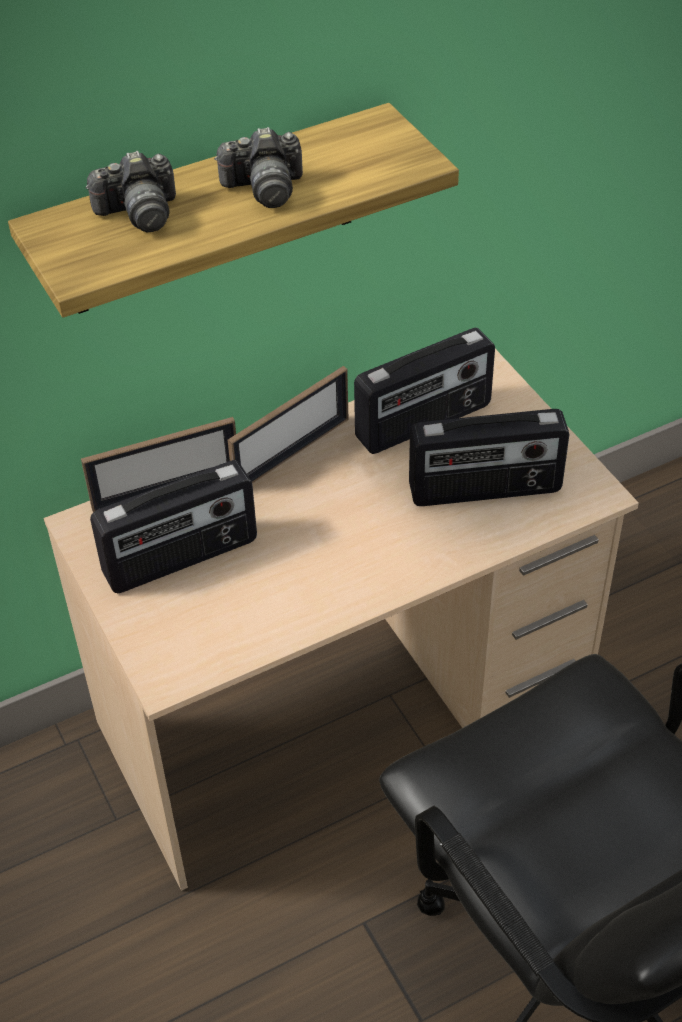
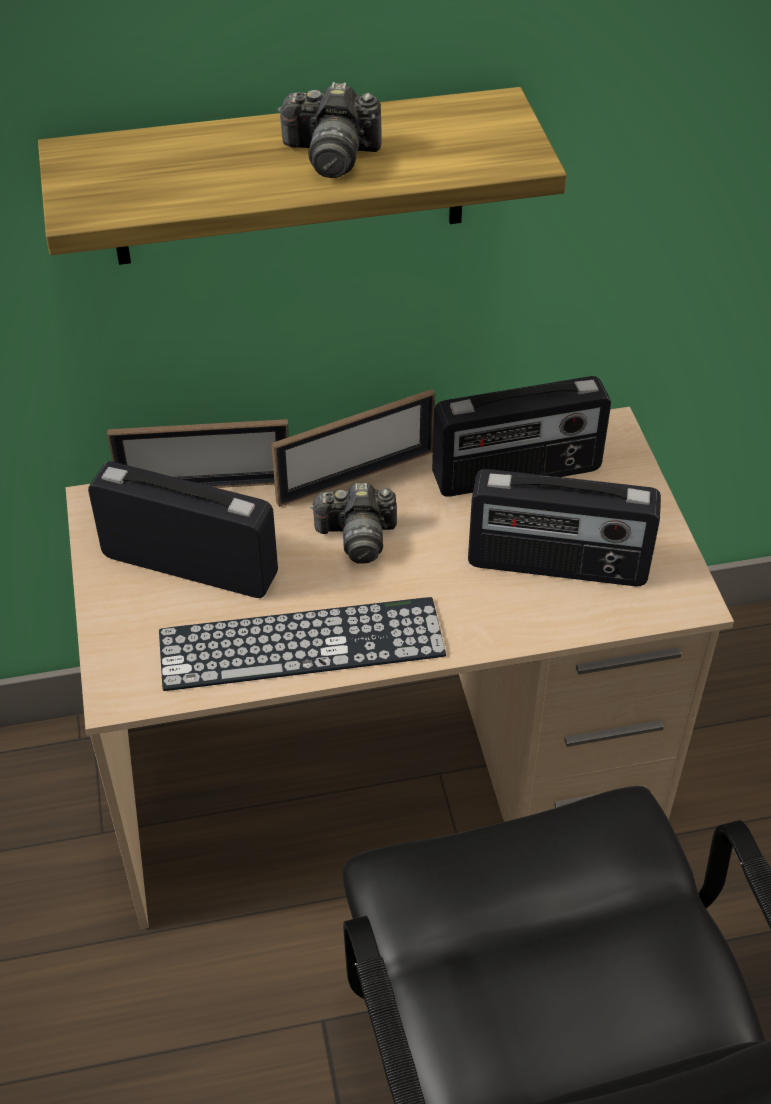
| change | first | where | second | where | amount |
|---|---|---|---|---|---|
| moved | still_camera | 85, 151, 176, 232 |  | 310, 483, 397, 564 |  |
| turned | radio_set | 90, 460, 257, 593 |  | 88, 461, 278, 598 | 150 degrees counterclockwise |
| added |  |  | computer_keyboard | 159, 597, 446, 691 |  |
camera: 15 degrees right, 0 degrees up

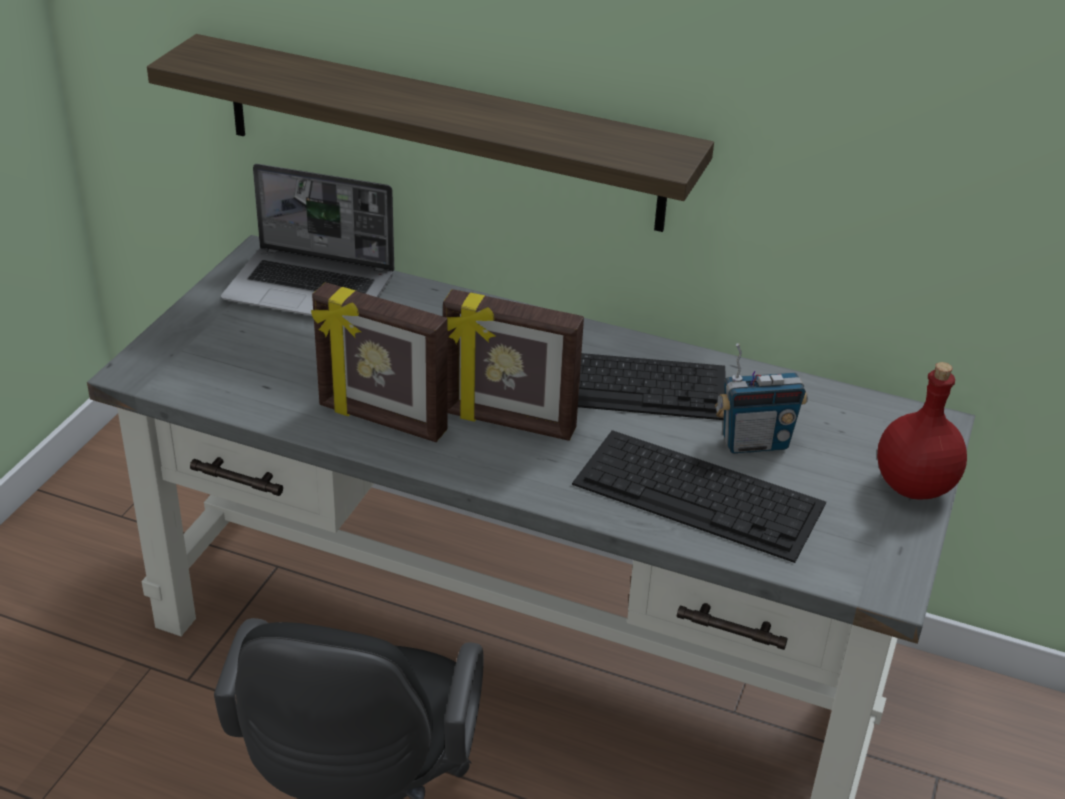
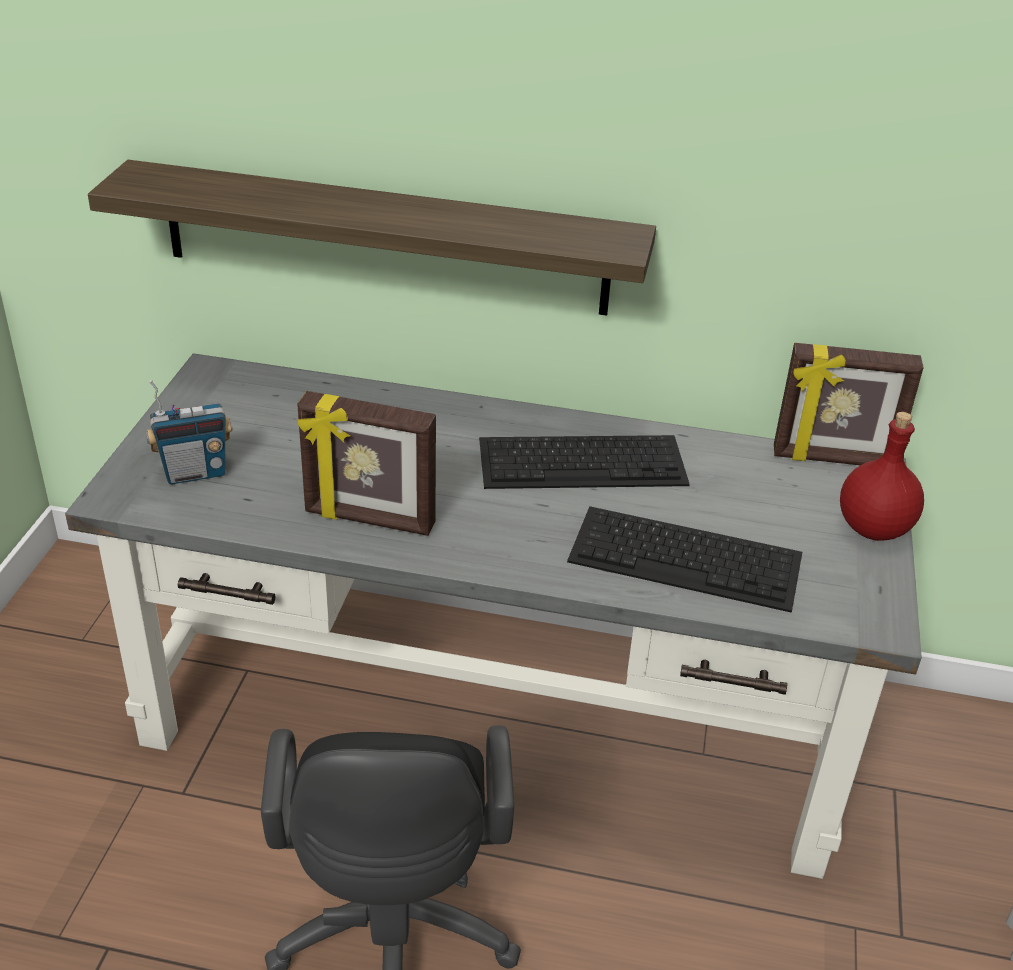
| change | first | where | second | where | amount |
|---|---|---|---|---|---|
| removed | notebook_computer | 221, 164, 394, 316 |  |  |  |
| moved | standing_frame | 443, 289, 584, 441 |  | 774, 343, 924, 465 |  |
| moved | radio_set | 715, 343, 808, 454 |  | 146, 380, 233, 484 |  |
camera: 10 degrees left, 0 degrees up

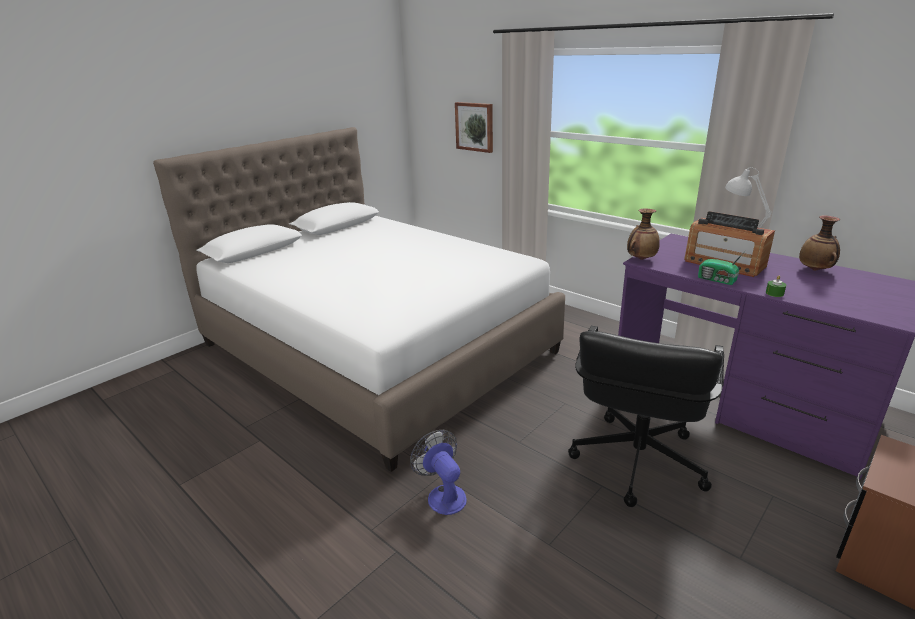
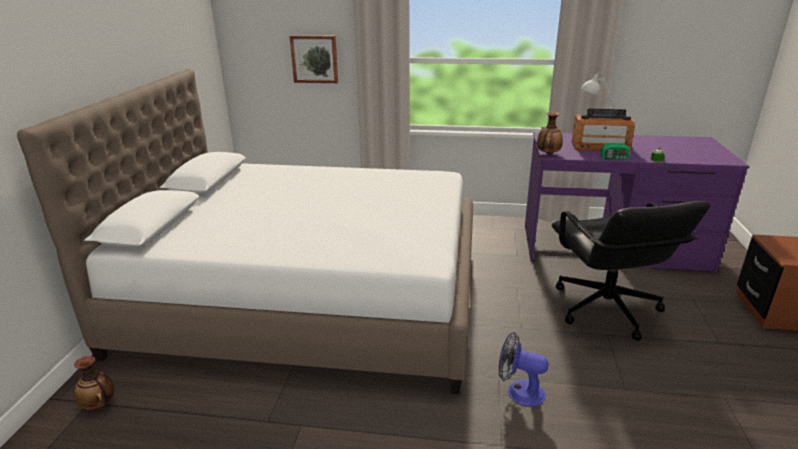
| change | first | where | second | where | amount |
|---|---|---|---|---|---|
| moved | flower_vase | 799, 215, 840, 271 |  | 74, 356, 115, 410 |  |
camera: 35 degrees left, 0 degrees up

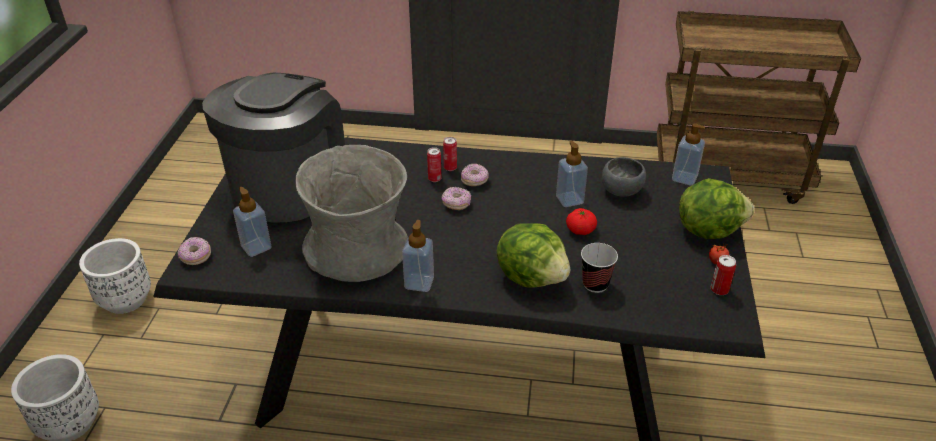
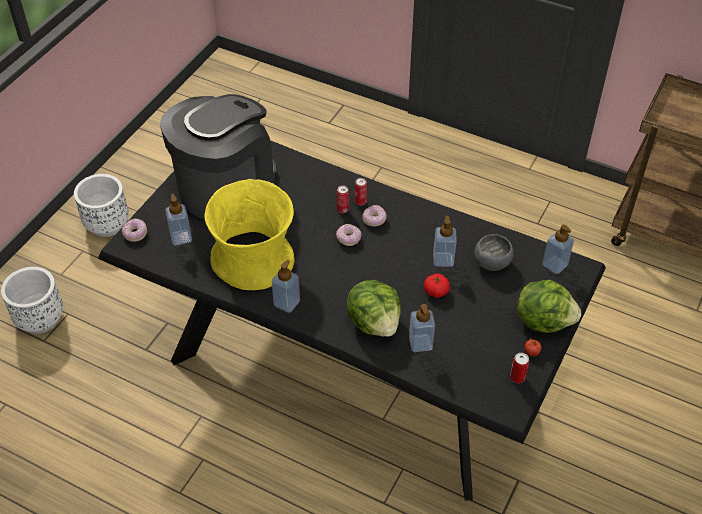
| change | first | where | second | where | amount |
|---|---|---|---|---|---|
| recoloured | gray_flower_vase | 295, 145, 408, 282 | yellowish_flower_vase | 204, 179, 295, 290 |  |
| replaced | drinking_cup | 581, 243, 618, 293 | soap_dispenser | 409, 304, 435, 352 |  |
camera: 20 degrees right, 10 degrees up

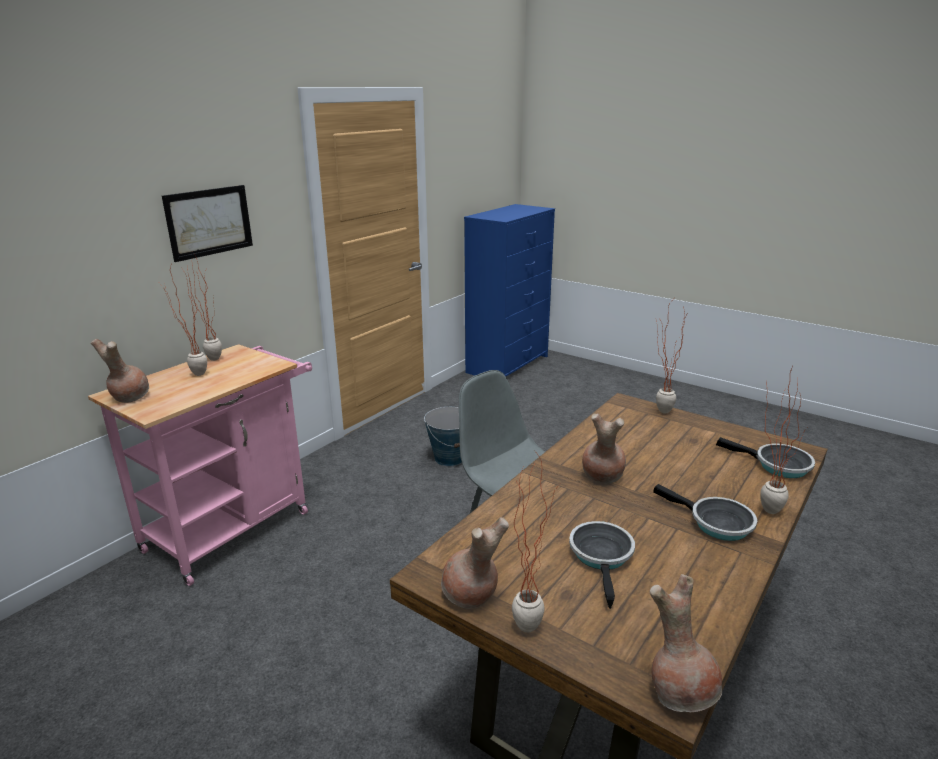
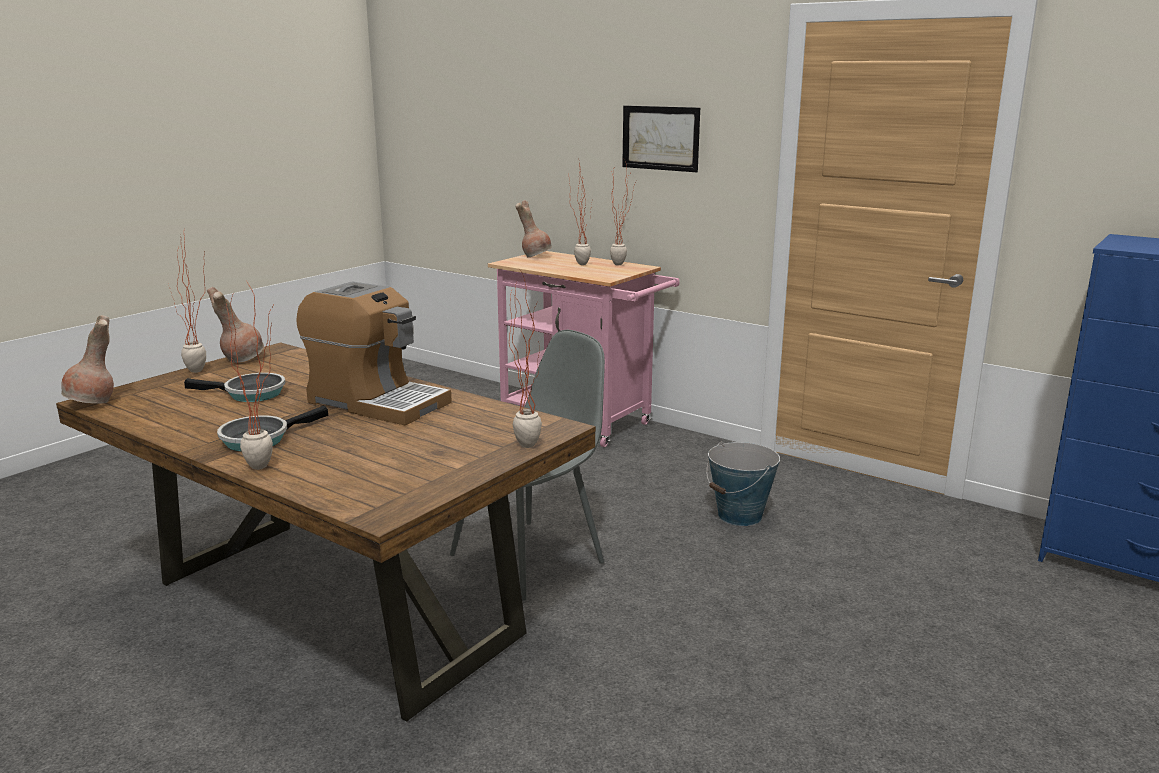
| change | first | where | second | where | amount |
|---|---|---|---|---|---|
| replaced | brown_flower_vase | 582, 413, 626, 484 | coffee_machine | 296, 281, 452, 425 |  |
| removed | pan | 716, 437, 815, 478 |  |  |  |
camera: 90 degrees right, 5 degrees down

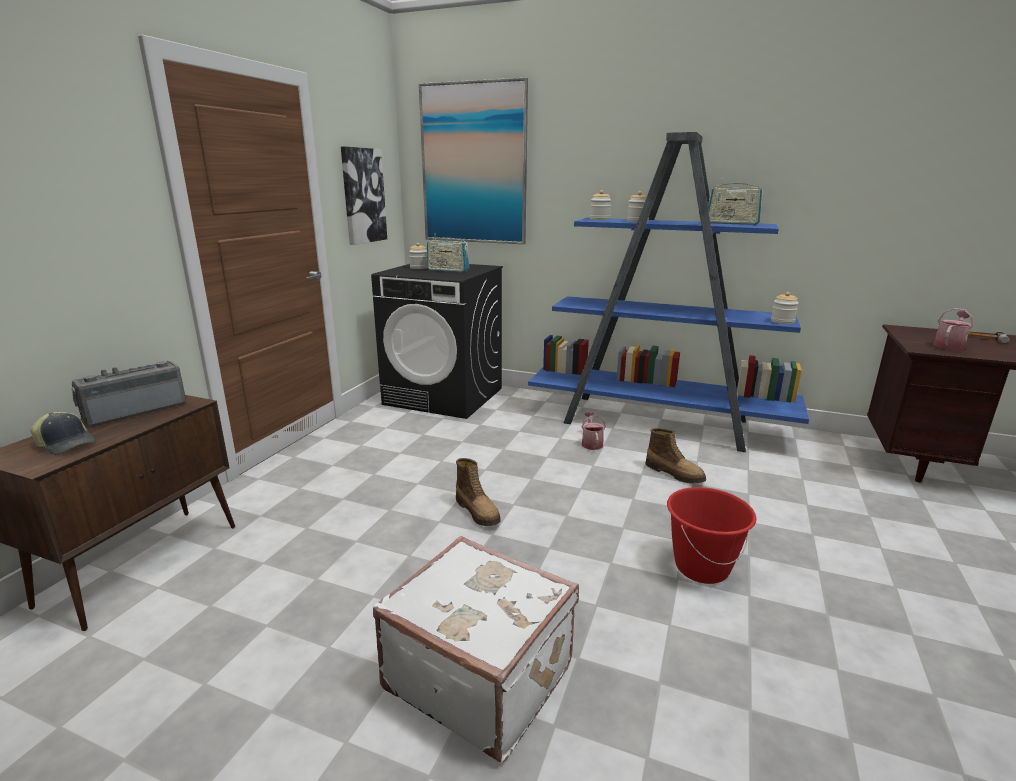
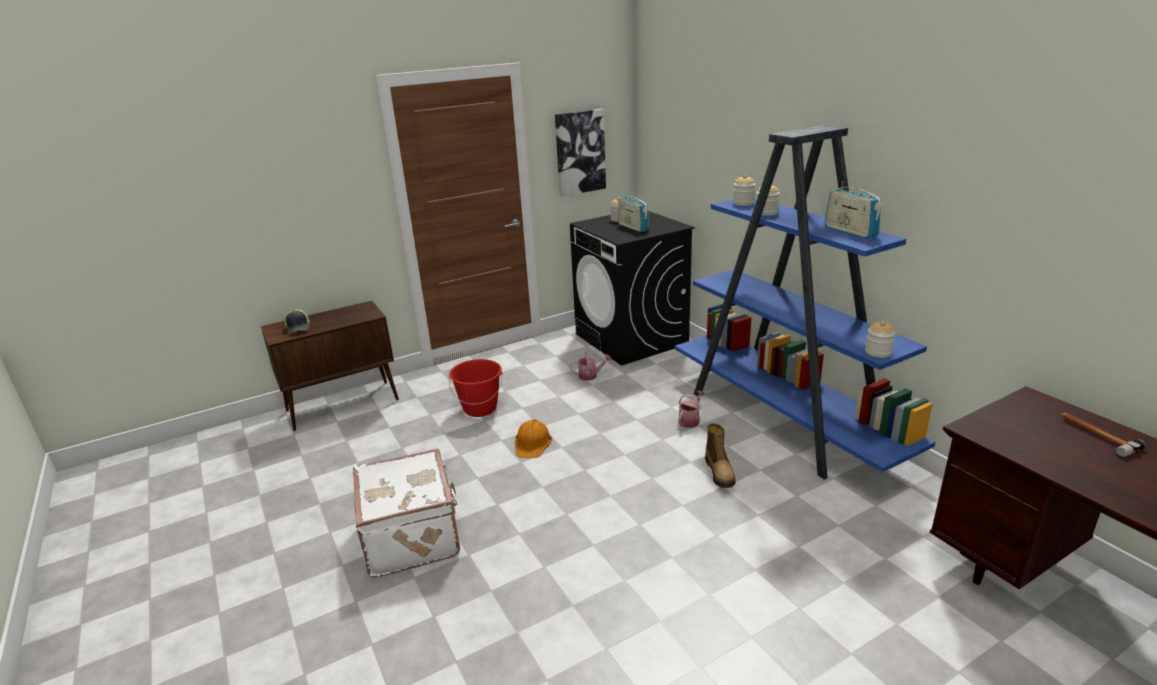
| change | first | where | second | where | amount |
|---|---|---|---|---|---|
| removed | radio_set | 72, 361, 186, 427 |  |  |  |
| removed | picture | 419, 77, 528, 244 |  |  |  |
| replaced | tall_boot | 456, 458, 501, 526 | orangey_hard_hat | 515, 419, 552, 458 |  |
| moved | red-coloured_water_bucket | 667, 487, 757, 584 |  | 449, 359, 503, 417 |  |
| moved | sprinkling_can | 933, 308, 974, 350 |  | 569, 351, 612, 381 |  |
camera: 40 degrees right, 5 degrees up

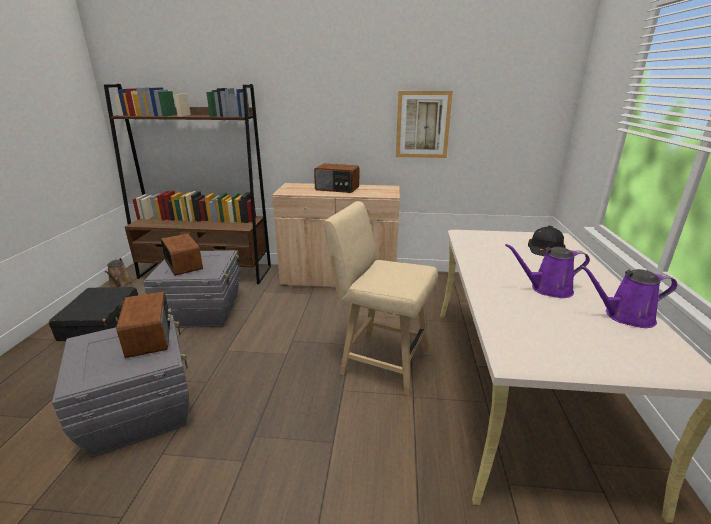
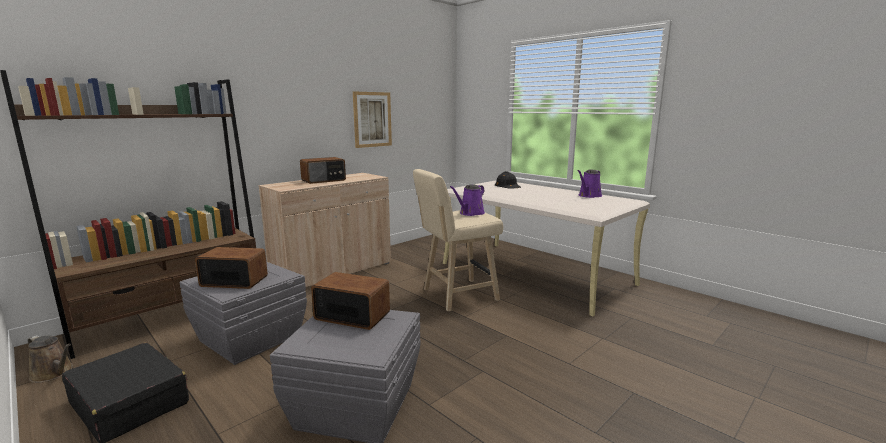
| change | first | where | second | where | amount |
|---|---|---|---|---|---|
| moved | purple-coloured_sprinkling_can | 505, 244, 590, 298 |  | 450, 184, 485, 216 |  |
camera: 50 degrees left, 10 degrees down

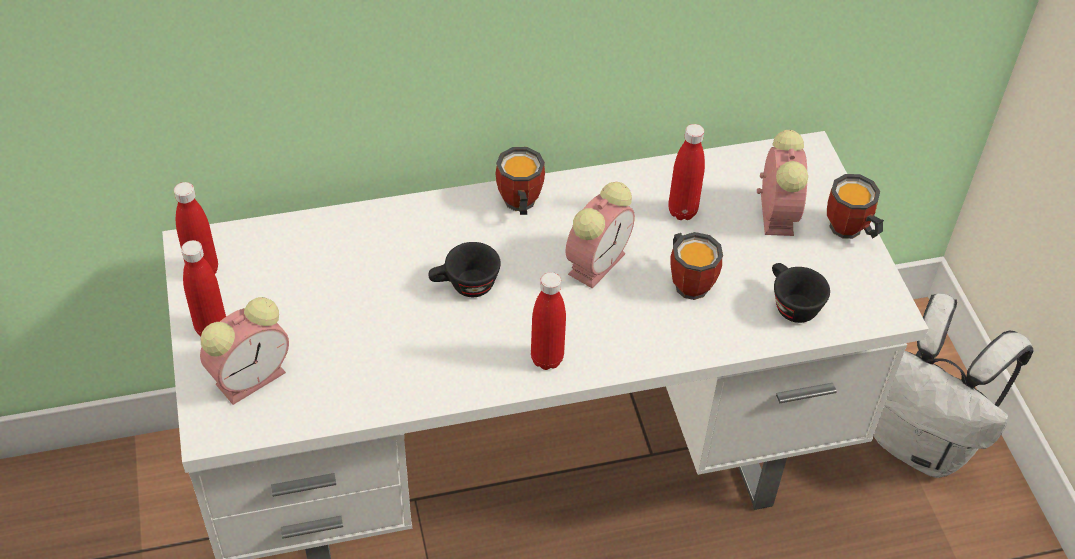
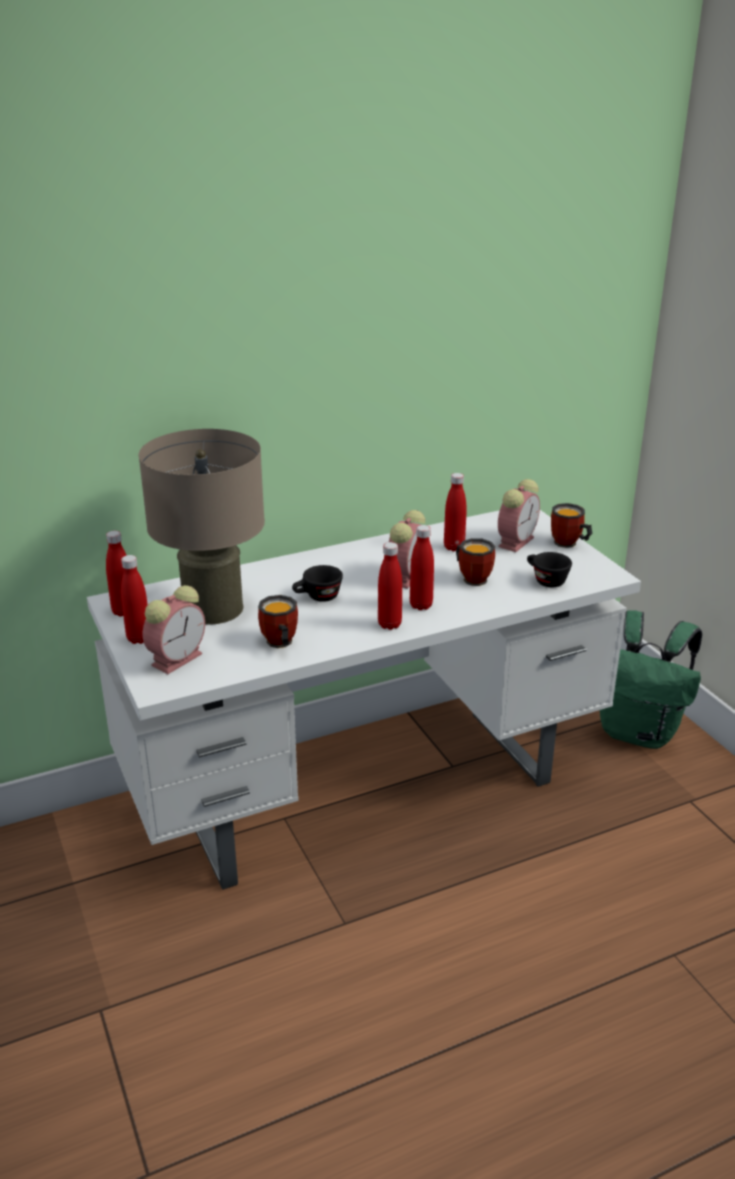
| change | first | where | second | where | amount |
|---|---|---|---|---|---|
| moved | tea_mug | 495, 147, 545, 215 |  | 258, 595, 298, 648 |  |
| turned | table_clock | 757, 130, 808, 236 |  | 498, 479, 540, 552 | 45 degrees clockwise |
| recoloured | white_rucksack | 874, 293, 1033, 478 | green-coloured_rucksack | 600, 610, 702, 749 |  |
| added |  |  | beige_table_lamp | 139, 429, 265, 624 |  |
| added |  |  | red-coloured_beverage_bottle | 410, 525, 434, 610 |  |
camera: 10 degrees left, 20 degrees down

